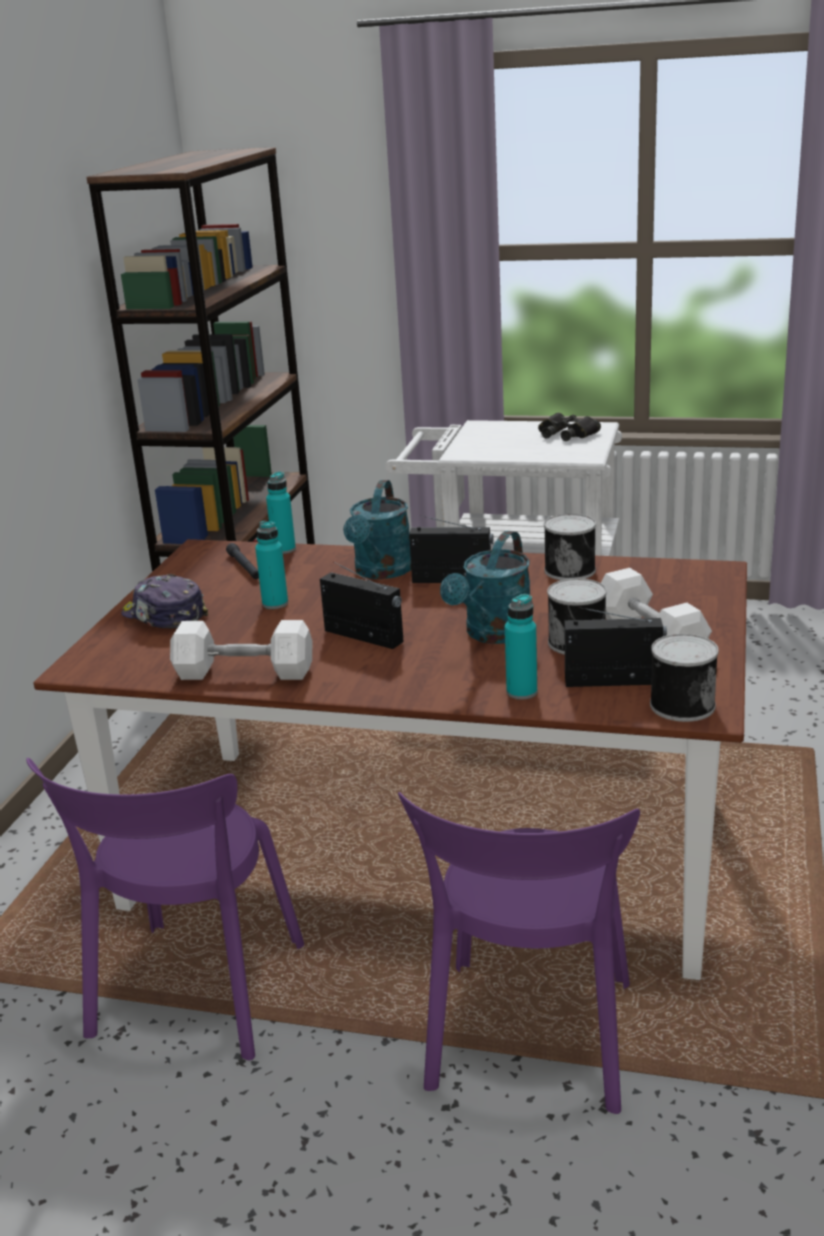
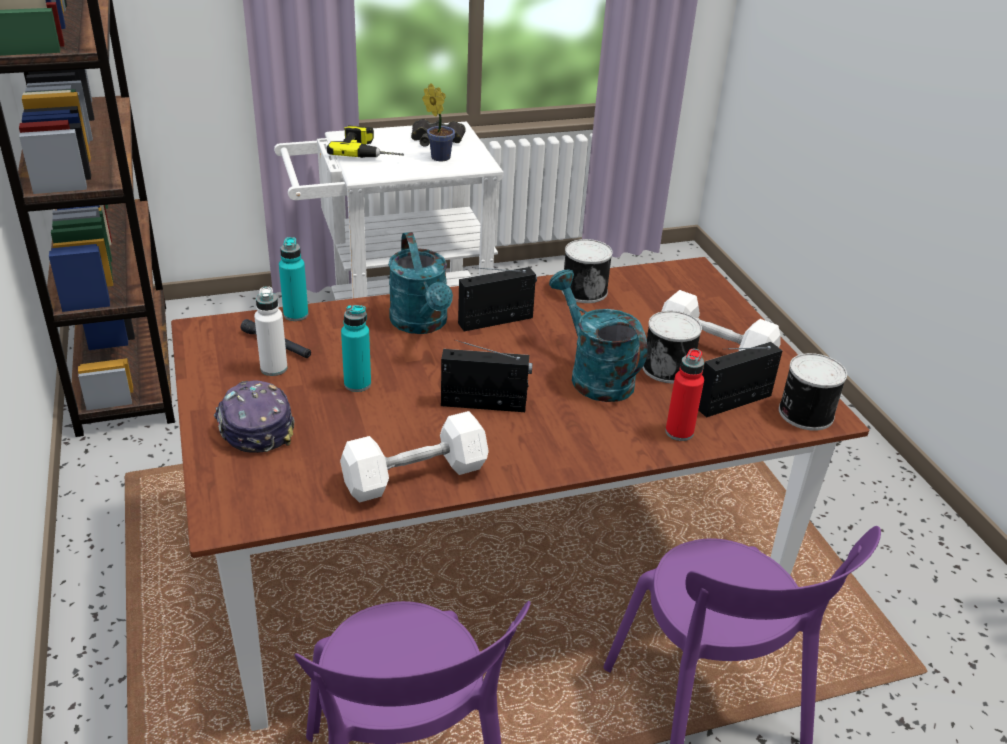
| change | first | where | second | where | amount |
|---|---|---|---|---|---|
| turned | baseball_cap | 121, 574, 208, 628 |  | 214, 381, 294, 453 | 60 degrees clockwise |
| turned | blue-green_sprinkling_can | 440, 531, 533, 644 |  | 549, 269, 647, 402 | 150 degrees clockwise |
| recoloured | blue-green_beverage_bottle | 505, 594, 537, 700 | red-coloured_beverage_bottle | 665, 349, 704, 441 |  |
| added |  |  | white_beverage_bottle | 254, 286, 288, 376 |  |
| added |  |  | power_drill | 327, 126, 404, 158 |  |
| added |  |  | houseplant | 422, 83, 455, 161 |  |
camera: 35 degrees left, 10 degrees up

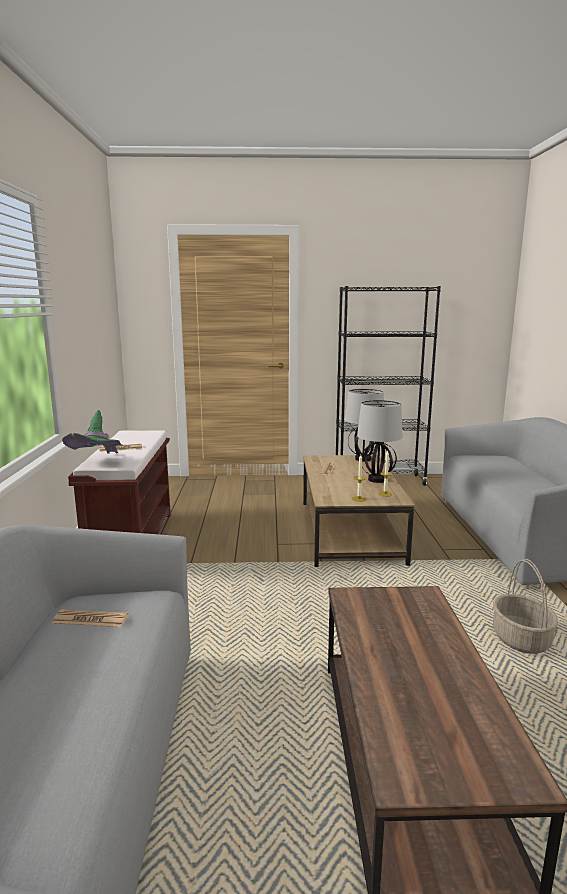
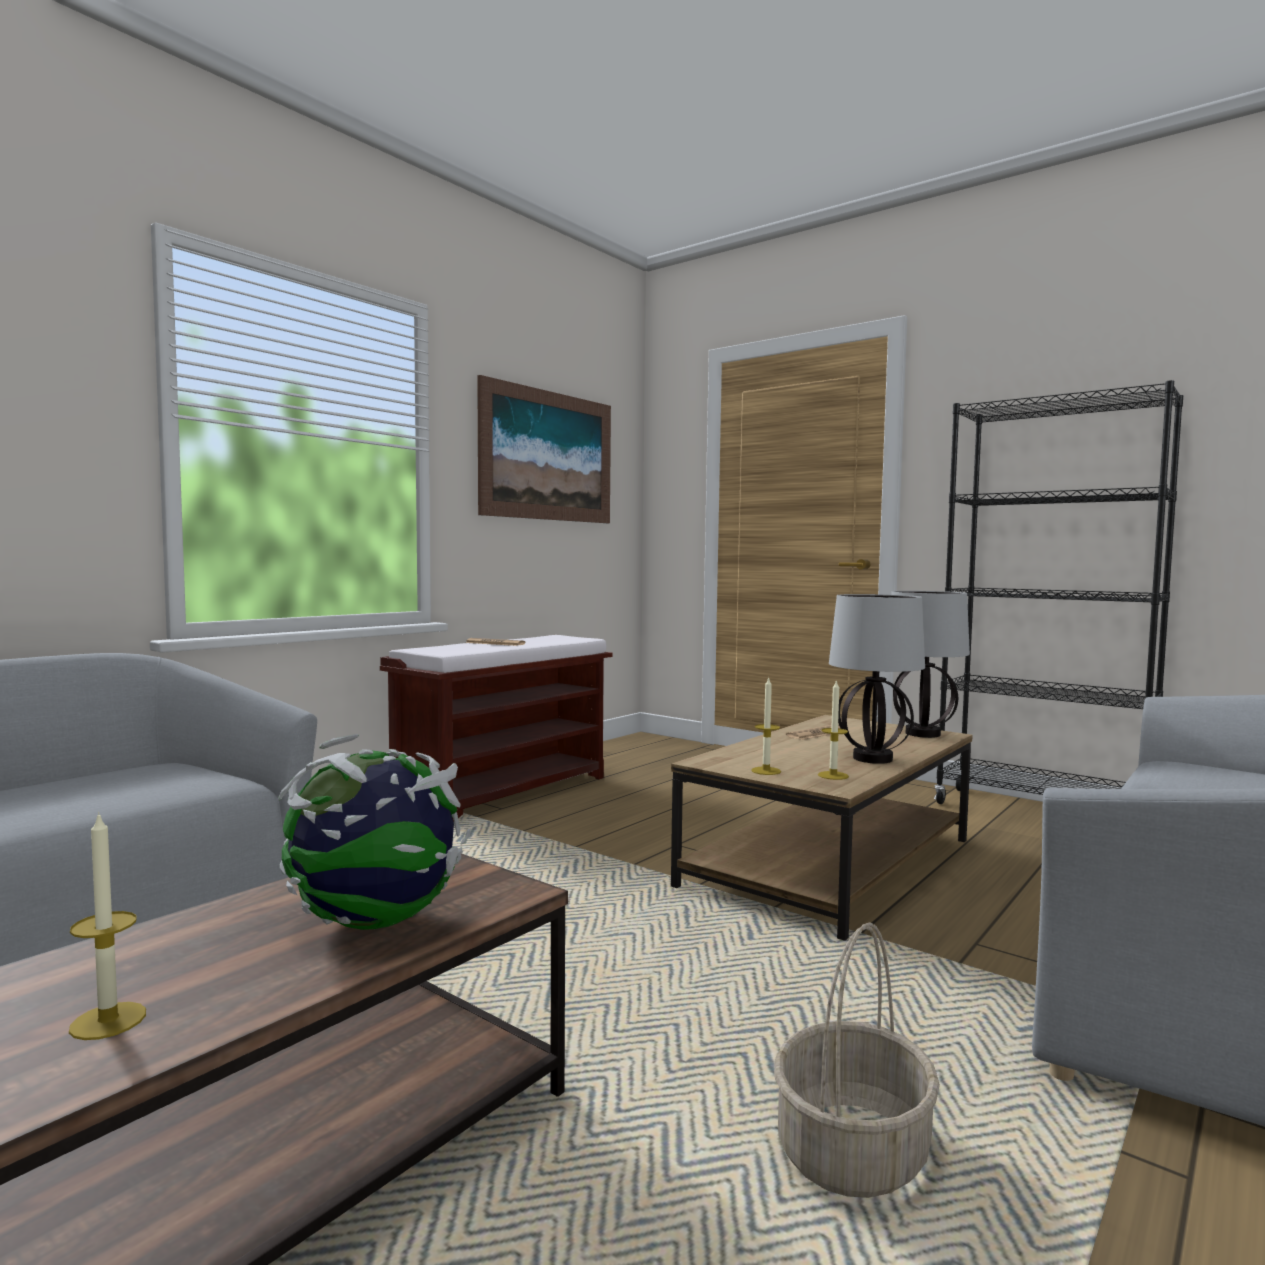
| change | first | where | second | where | amount |
|---|---|---|---|---|---|
| removed | printed_paper | 52, 609, 128, 627 |  |  |  |
| removed | green-coloured_wearable_hat | 62, 410, 123, 454 |  |  |  |
| added |  |  | candle | 69, 811, 146, 1040 |  |
| added |  |  | desk_globe | 278, 734, 471, 930 |  |
| added |  |  | picture | 477, 375, 611, 523 |  |
camera: 40 degrees right, 10 degrees down

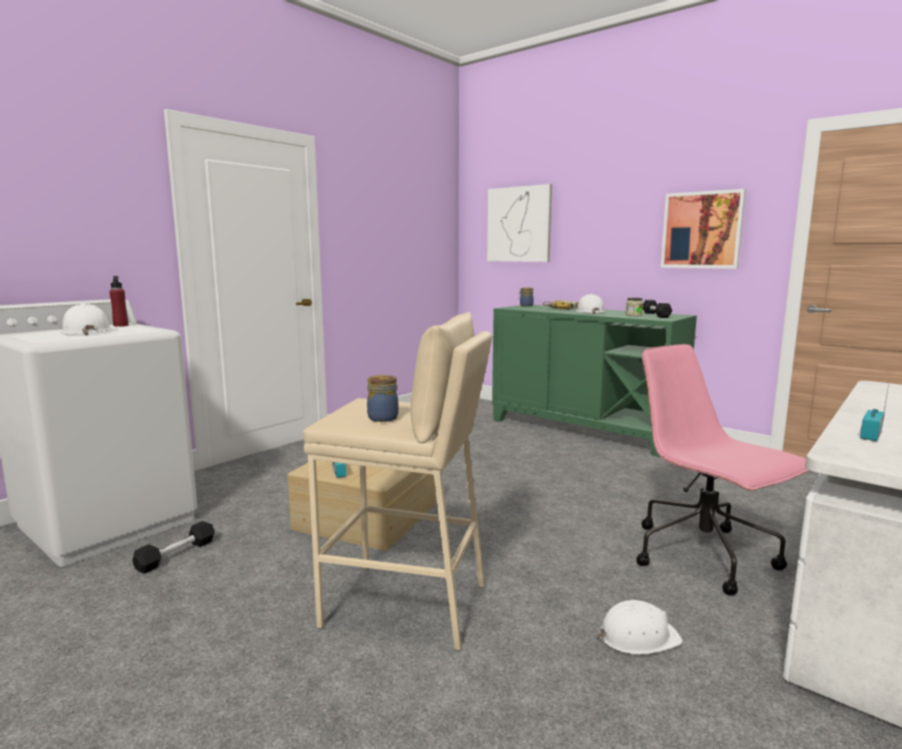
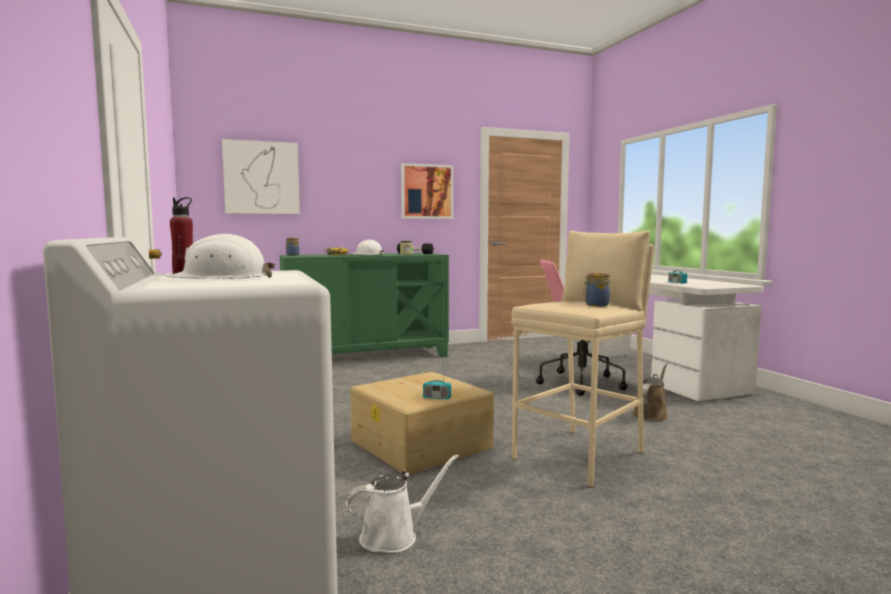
| change | first | where | second | where | amount |
|---|---|---|---|---|---|
| replaced | black-coloured_hand_weight | 132, 521, 215, 574 | white_sprinkling_can | 346, 454, 459, 553 |  |
| replaced | white_hard_hat | 597, 600, 683, 655 | brown_sprinkling_can | 632, 364, 668, 421 |  |
camera: 60 degrees left, 5 degrees down

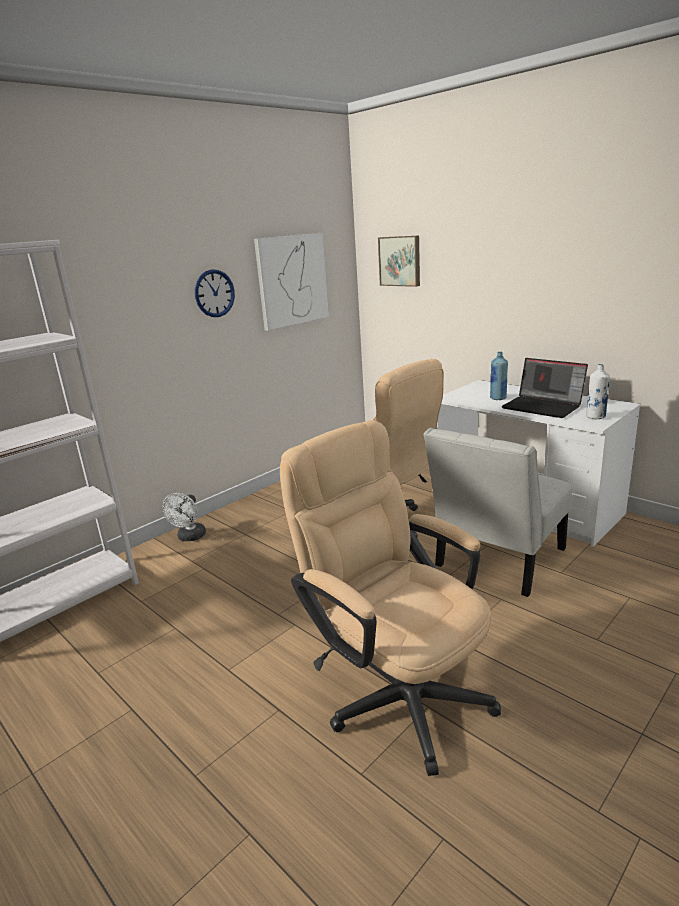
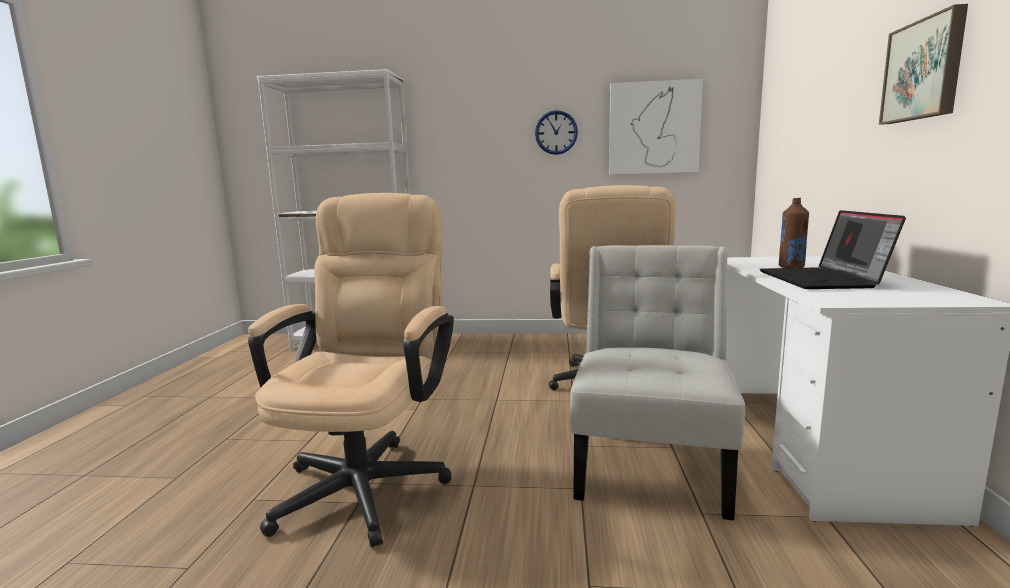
| change | first | where | second | where | amount |
|---|---|---|---|---|---|
| removed | white_electric_fan | 162, 493, 206, 541 |  |  |  |
| moved | picture | 378, 236, 420, 287 |  | 879, 4, 968, 125 |  |
| turned | white_chair | 423, 428, 573, 597 |  | 570, 245, 745, 521 | 105 degrees clockwise |
| recoloured | blue_beverage_bottle | 490, 351, 508, 400 | brown_beverage_bottle | 779, 198, 809, 268 |  |
| removed | white_beverage_bottle | 586, 364, 610, 419 |  |  |  |
camera: 50 degrees right, 10 degrees down

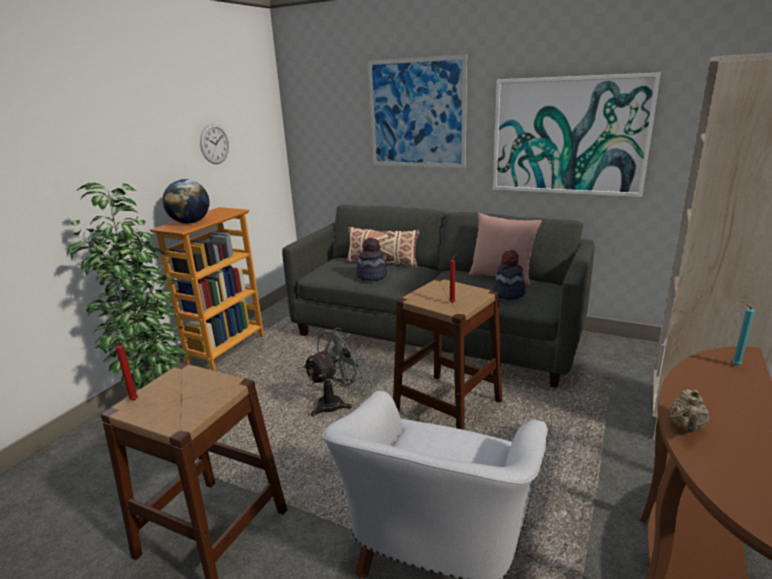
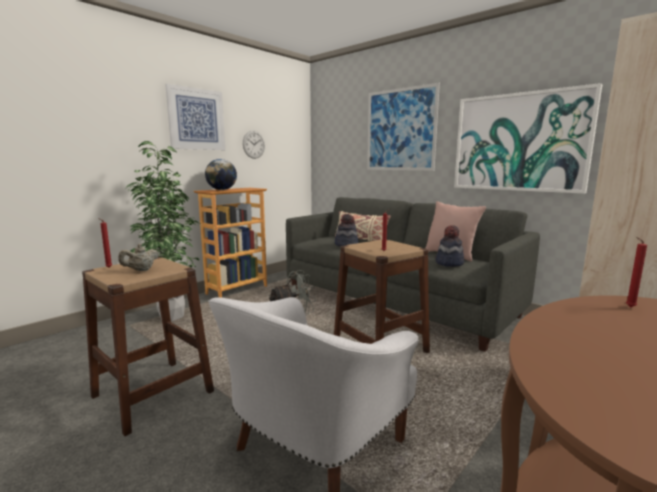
| change | first | where | second | where | amount |
|---|---|---|---|---|---|
| moved | beige_teapot | 670, 389, 709, 433 |  | 118, 244, 160, 271 |  |
| recoloured | blue-green_candle | 732, 305, 754, 365 | red-coloured_candle | 626, 237, 647, 307 |  |
| added |  |  | picture | 165, 84, 225, 150 |  |
camera: 15 degrees right, 10 degrees down

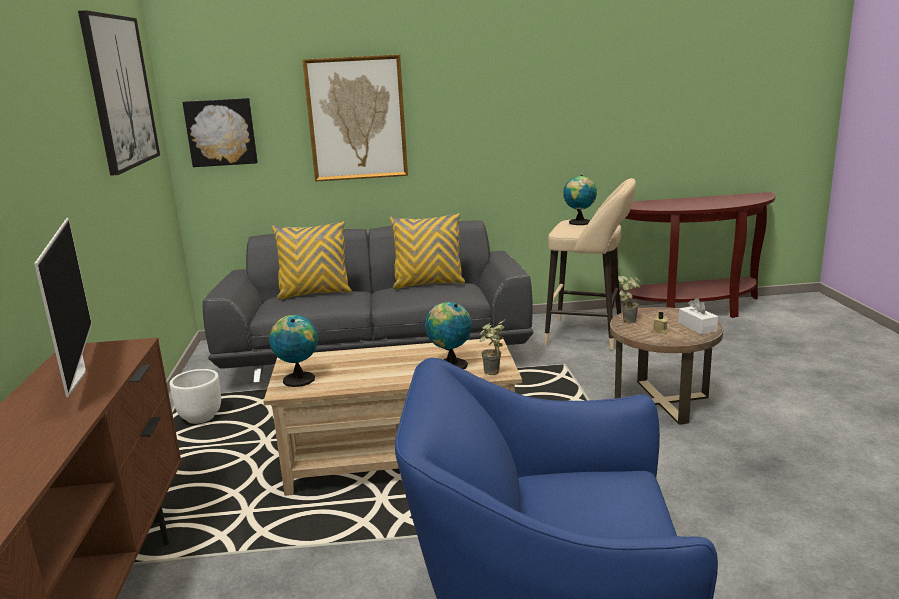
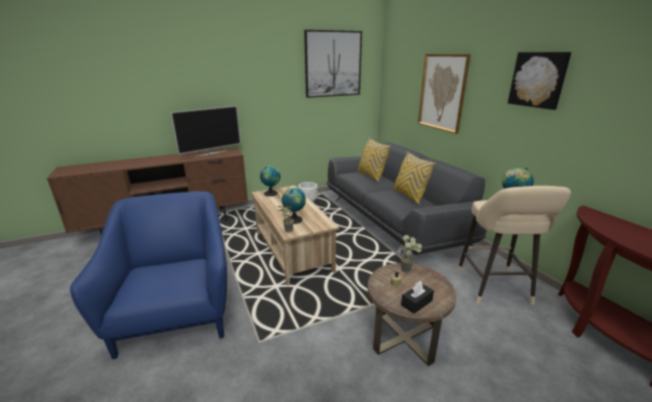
| change | first | where | second | where | amount |
|---|---|---|---|---|---|
| moved | picture | 182, 98, 258, 167 |  | 508, 52, 571, 110 |  |
| recoloured | white_tissue_holder | 678, 298, 718, 334 | black-coloured_tissue_holder | 401, 281, 434, 314 |  |
camera: 70 degrees right, 5 degrees up

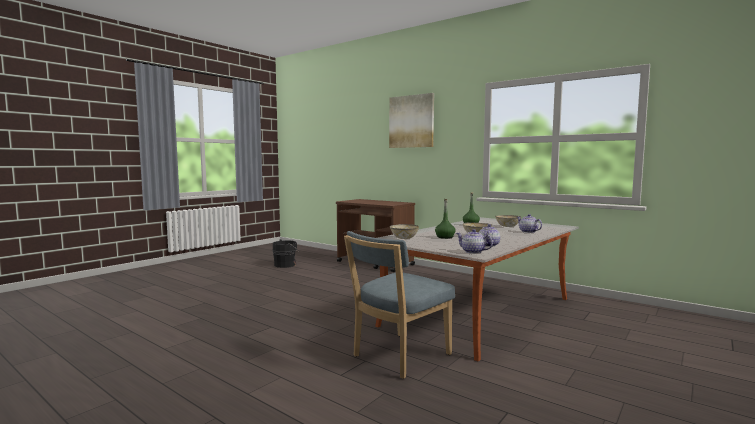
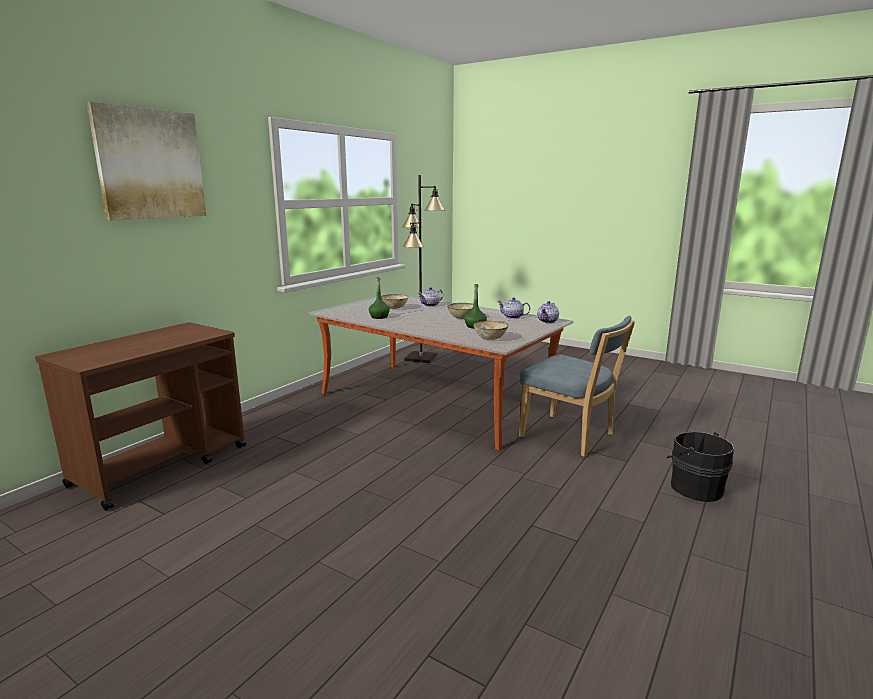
| change | first | where | second | where | amount |
|---|---|---|---|---|---|
| moved | black-coloured_water_bucket | 272, 239, 300, 268 |  | 666, 432, 734, 502 |  |
| added |  |  | black-coloured_standing_lamp | 402, 175, 445, 363 |  |
camera: 95 degrees left, 10 degrees up

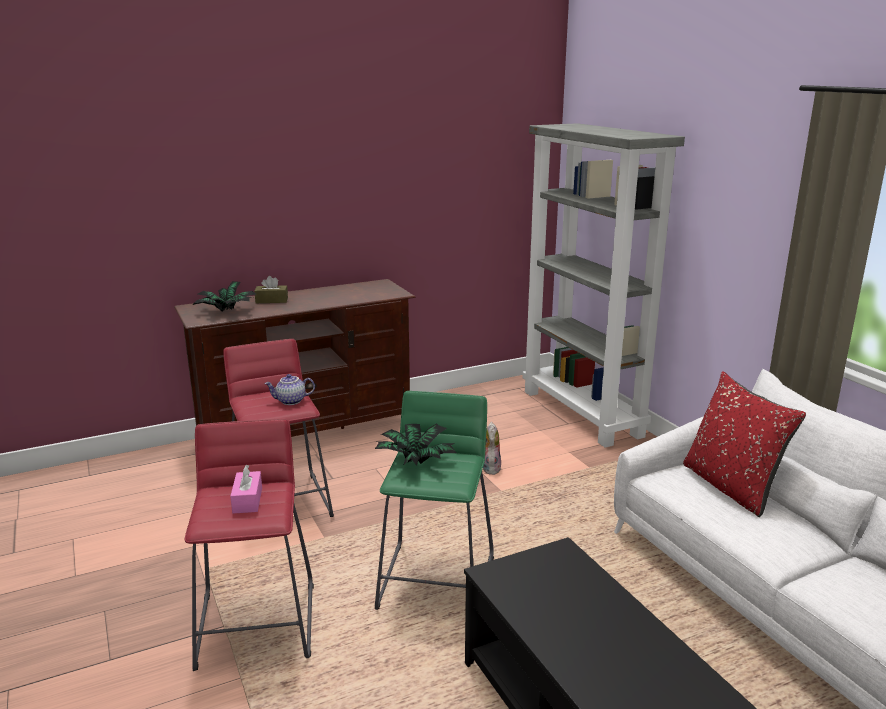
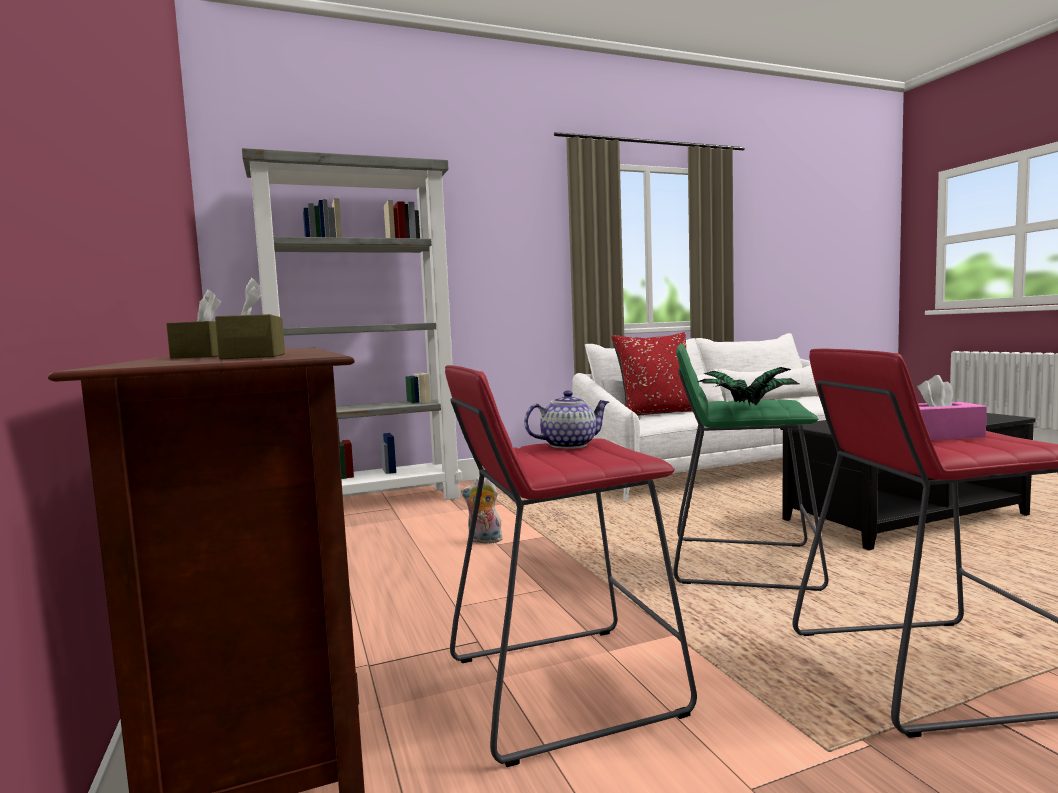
| change | first | where | second | where | amount |
|---|---|---|---|---|---|
| replaced | houseplant | 193, 281, 256, 311 | brown_tissue_holder | 215, 278, 285, 359 |  |
| turned | teapot | 264, 374, 315, 405 |  | 524, 391, 609, 449 | 105 degrees counterclockwise |
camera: 85 degrees left, 15 degrees down

